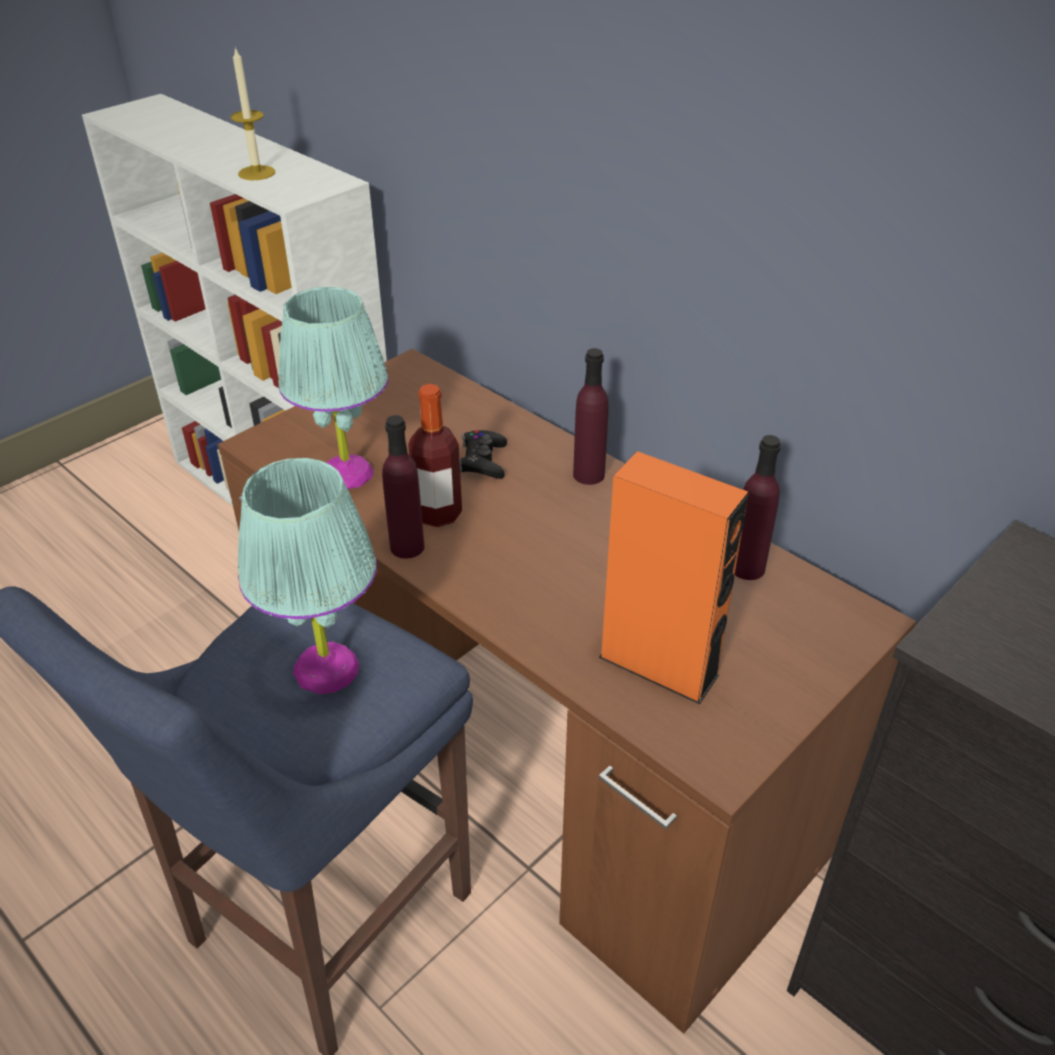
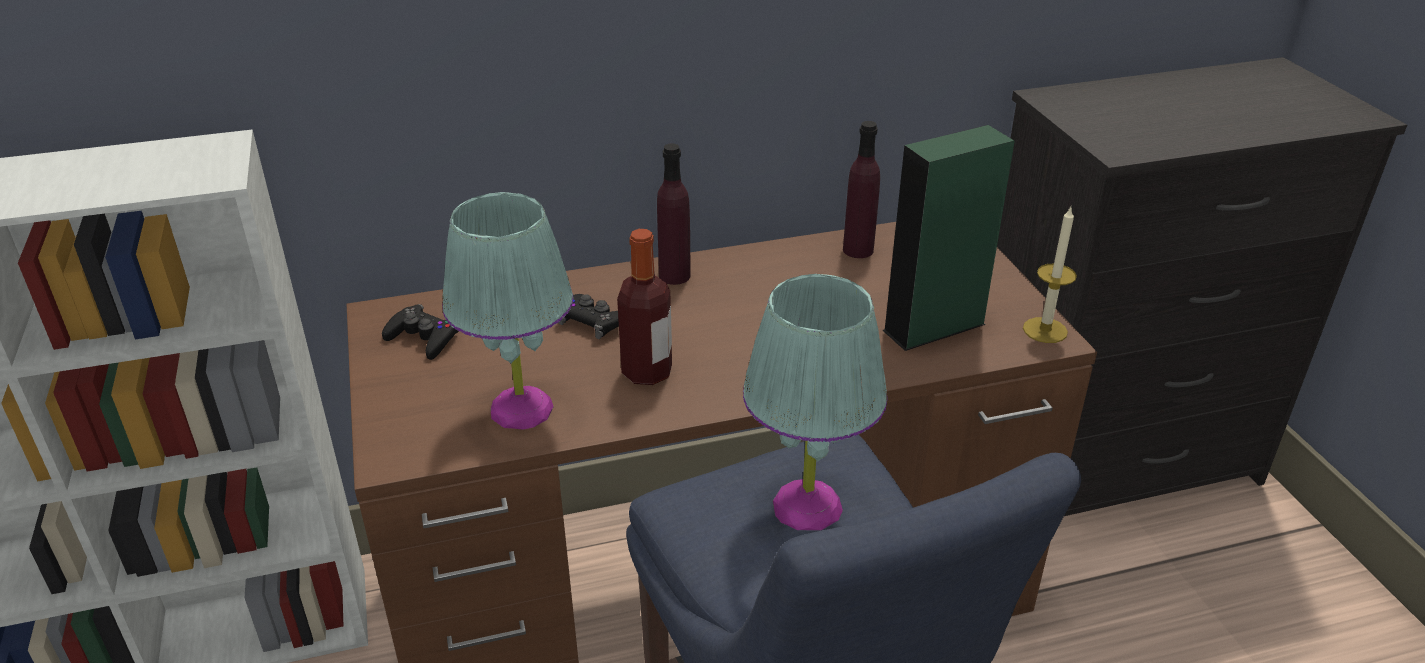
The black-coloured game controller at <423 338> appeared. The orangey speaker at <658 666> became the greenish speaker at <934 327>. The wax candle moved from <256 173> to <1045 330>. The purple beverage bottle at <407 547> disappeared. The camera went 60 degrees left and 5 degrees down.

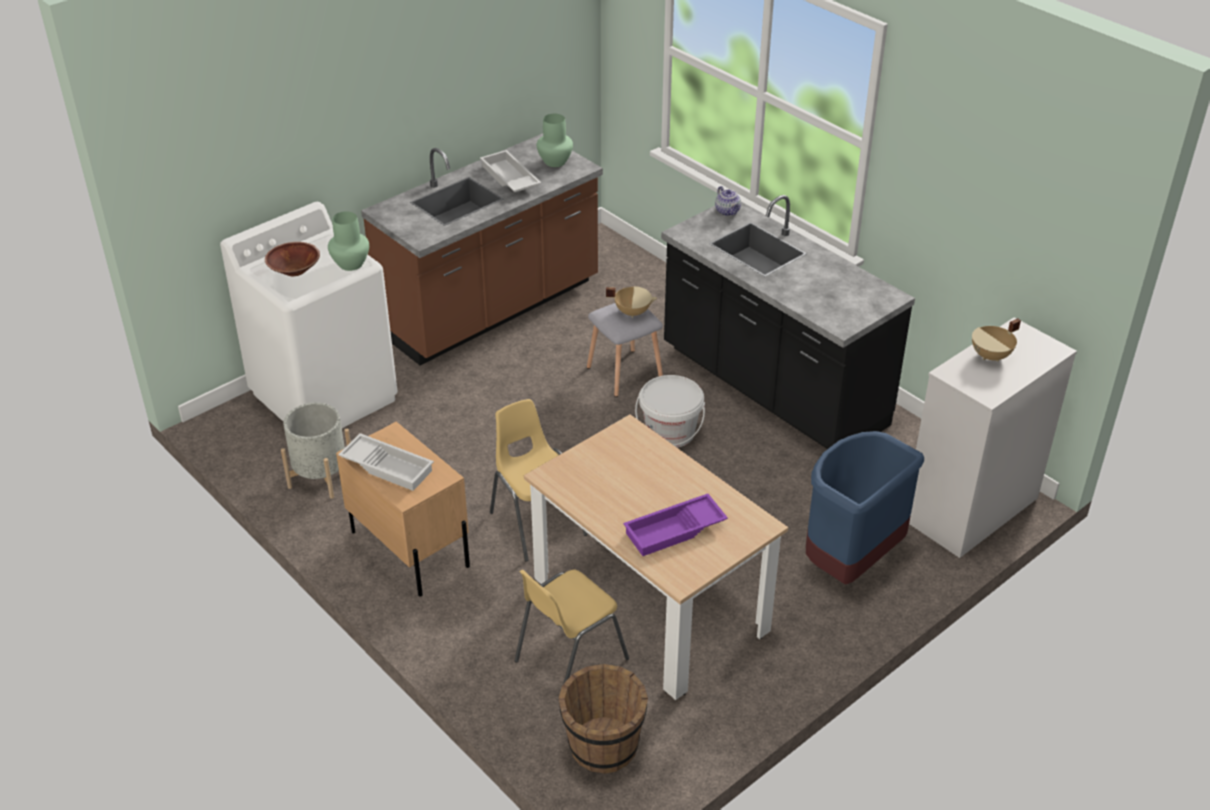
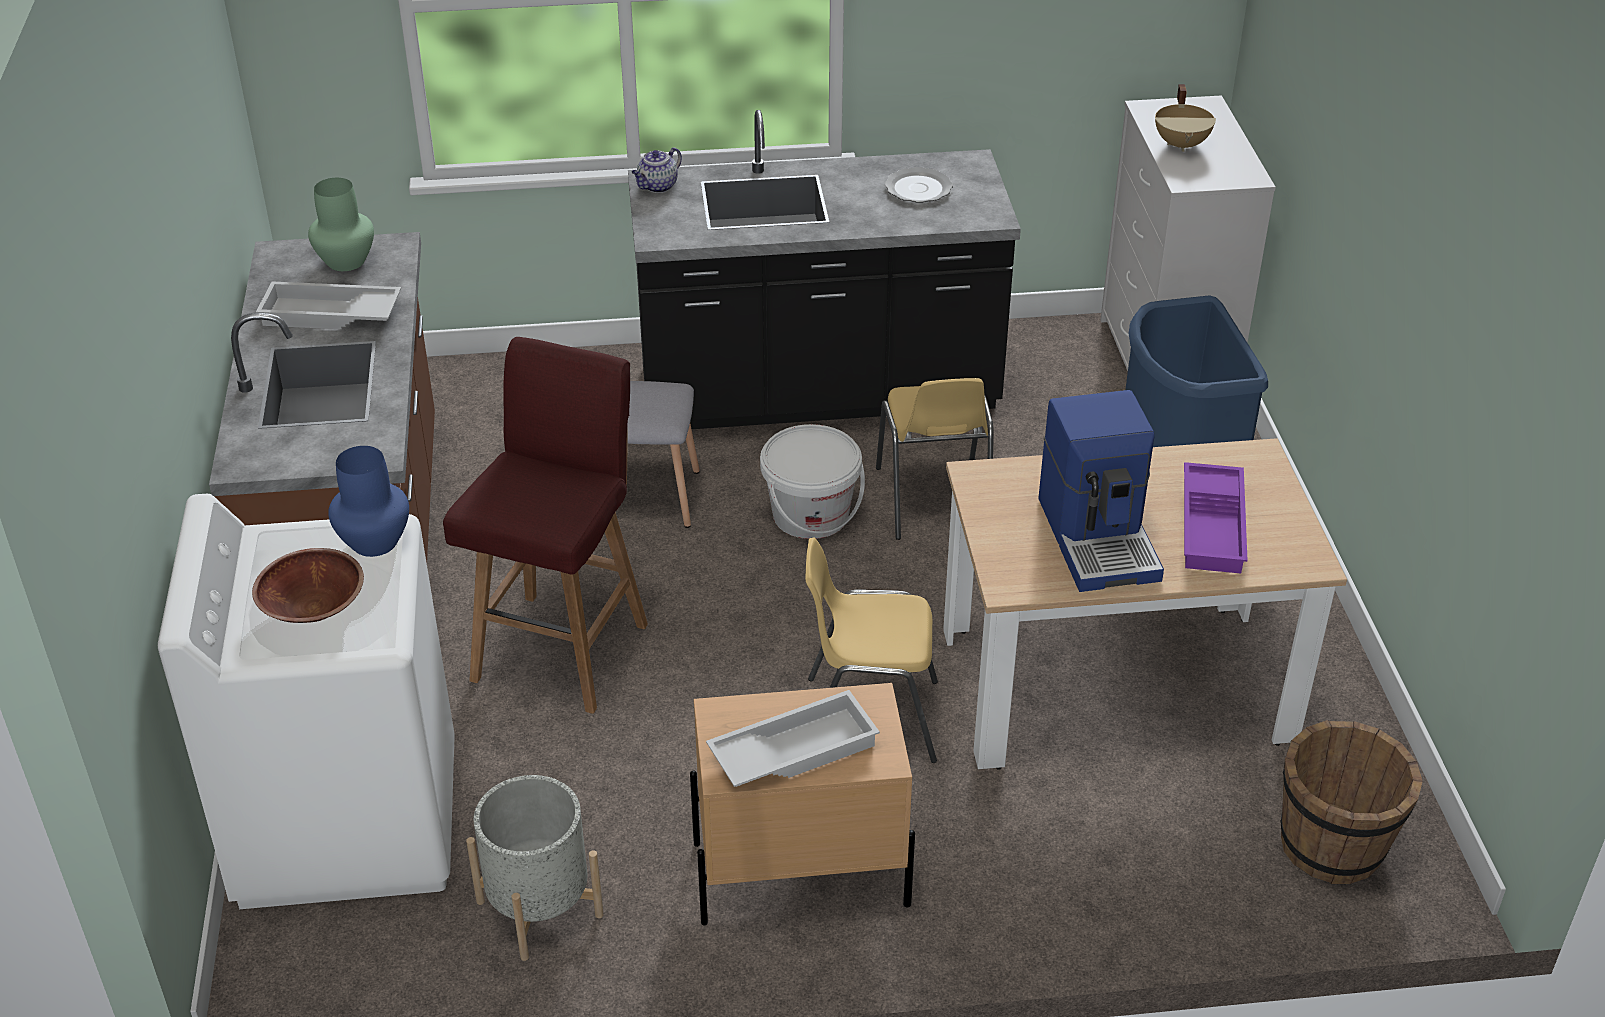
The greenish decorative vase at <350 263> became the bluish decorative vase at <373 542>. The reddish stool seat at <563 649> appeared. The tea pot at <728 212> turned 120 degrees clockwise. The yellow-coloured upright chair moved from <569 660> to <933 501>. The plate at <919 189> appeared. The coffee maker at <1100 537> appeared. The beige-coloured stockpot at <632 312> disappeared. The camera went 55 degrees left and 0 degrees up.

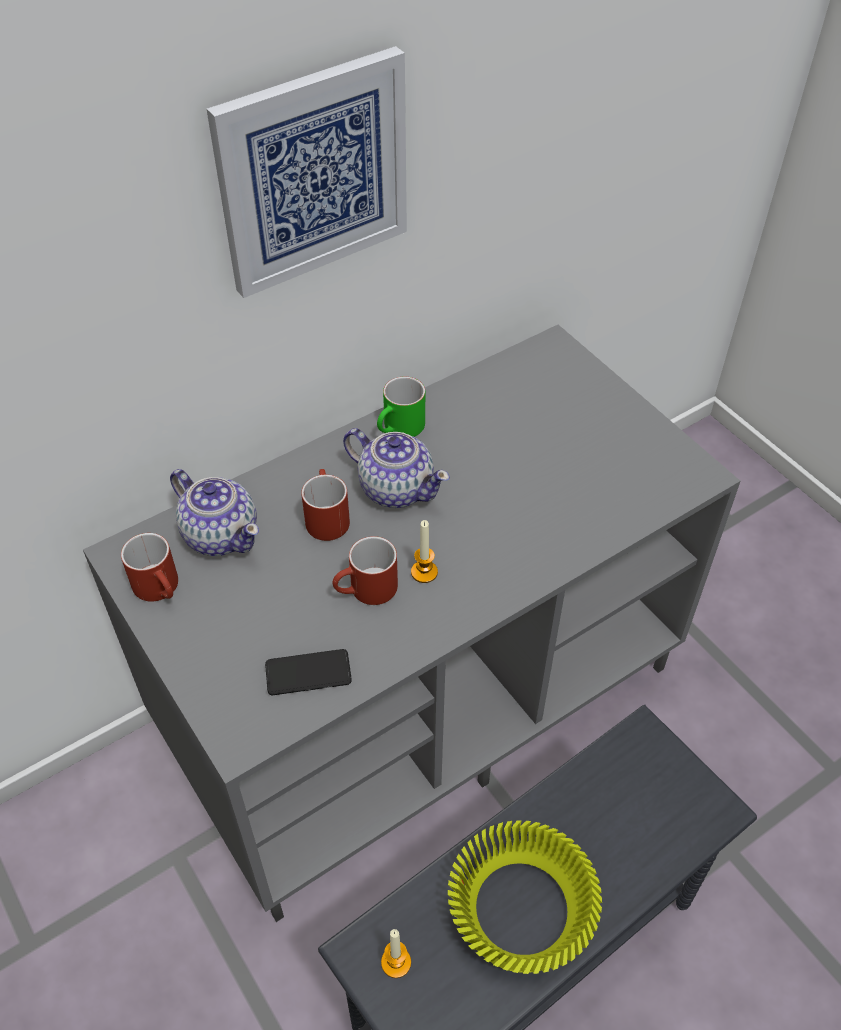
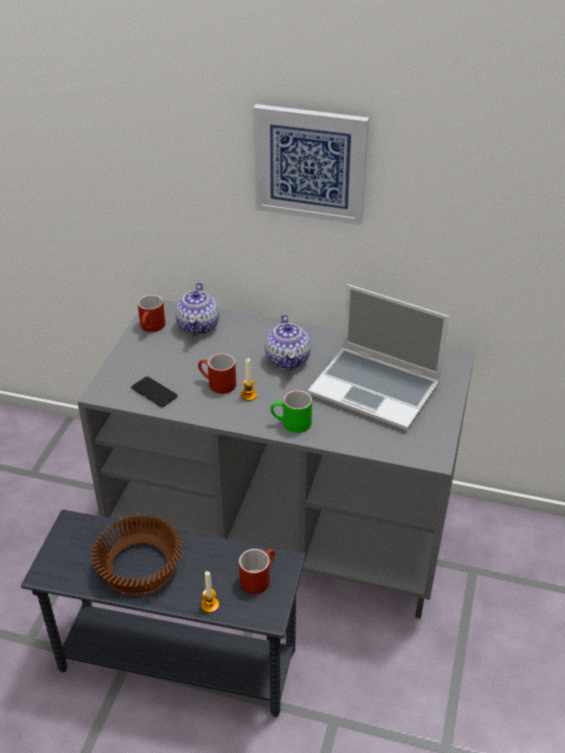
The yellow-coloured deep dish at <518 908> became the brownish deep dish at <140 566>. The wax candle moved from <396 962> to <210 605>. The reddish mug moved from <325 517> to <258 577>. The greenish mug moved from <400 429> to <291 424>. The portable computer at <376 389> appeared. The camera went 50 degrees right and 10 degrees down.

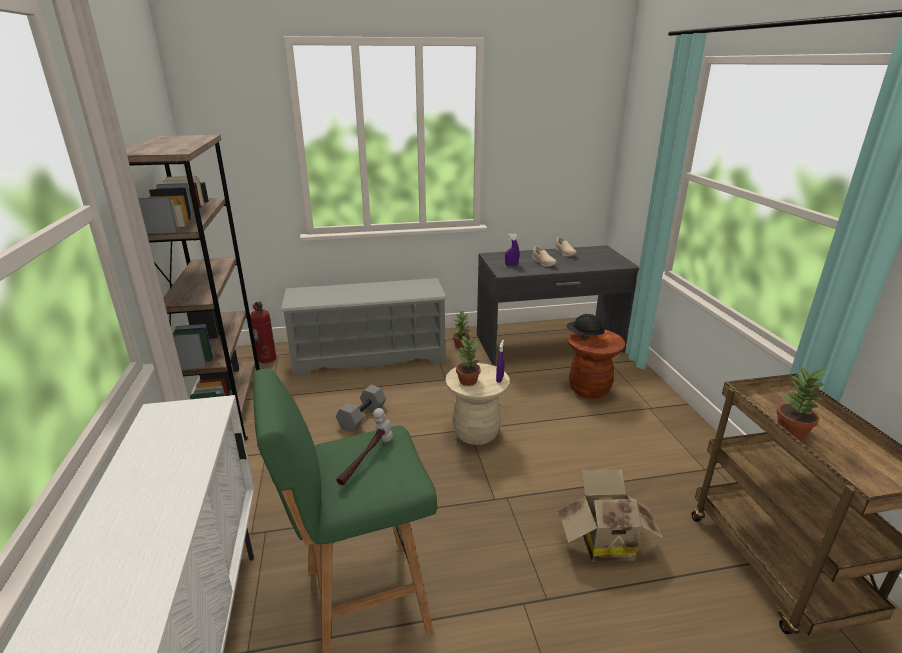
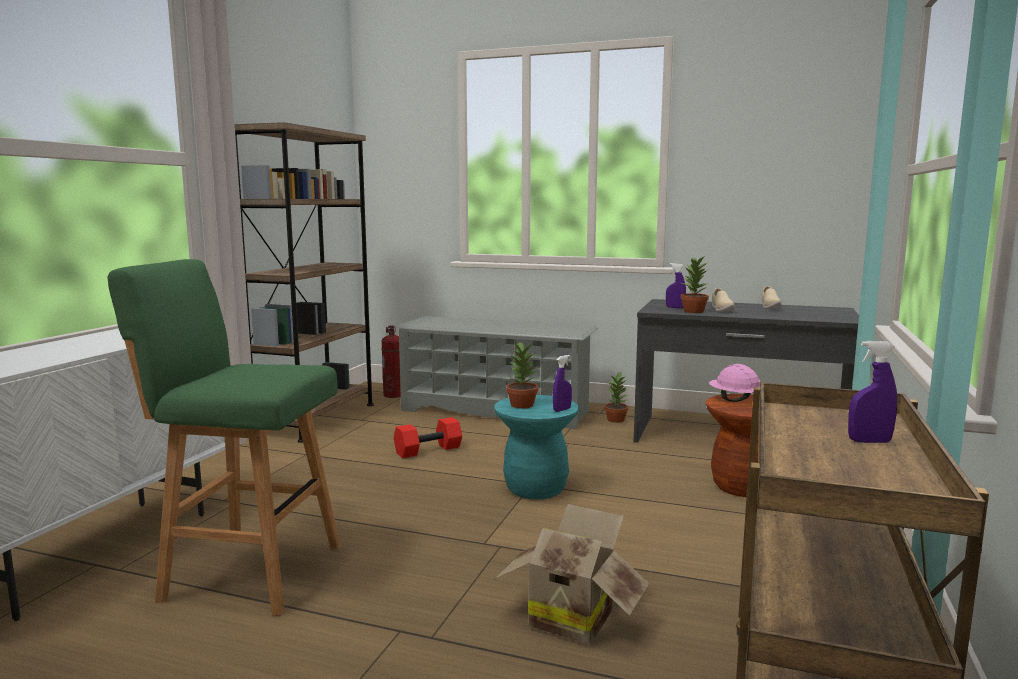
The gray free weight at <362 416> became the reddish free weight at <428 450>. The beige-coloured stool seat at <476 433> became the turquoise stool seat at <535 489>. The potted plant moved from <792 431> to <693 311>. The black-coloured hard hat at <584 337> became the pink hard hat at <734 400>. The purple spray bottle at <869 441> appeared. The hand hammer at <366 459> disappeared. The camera went 30 degrees right and 15 degrees down.

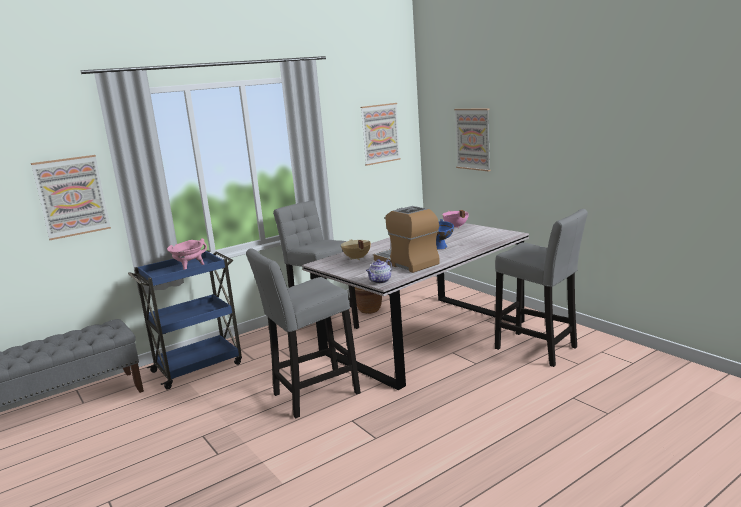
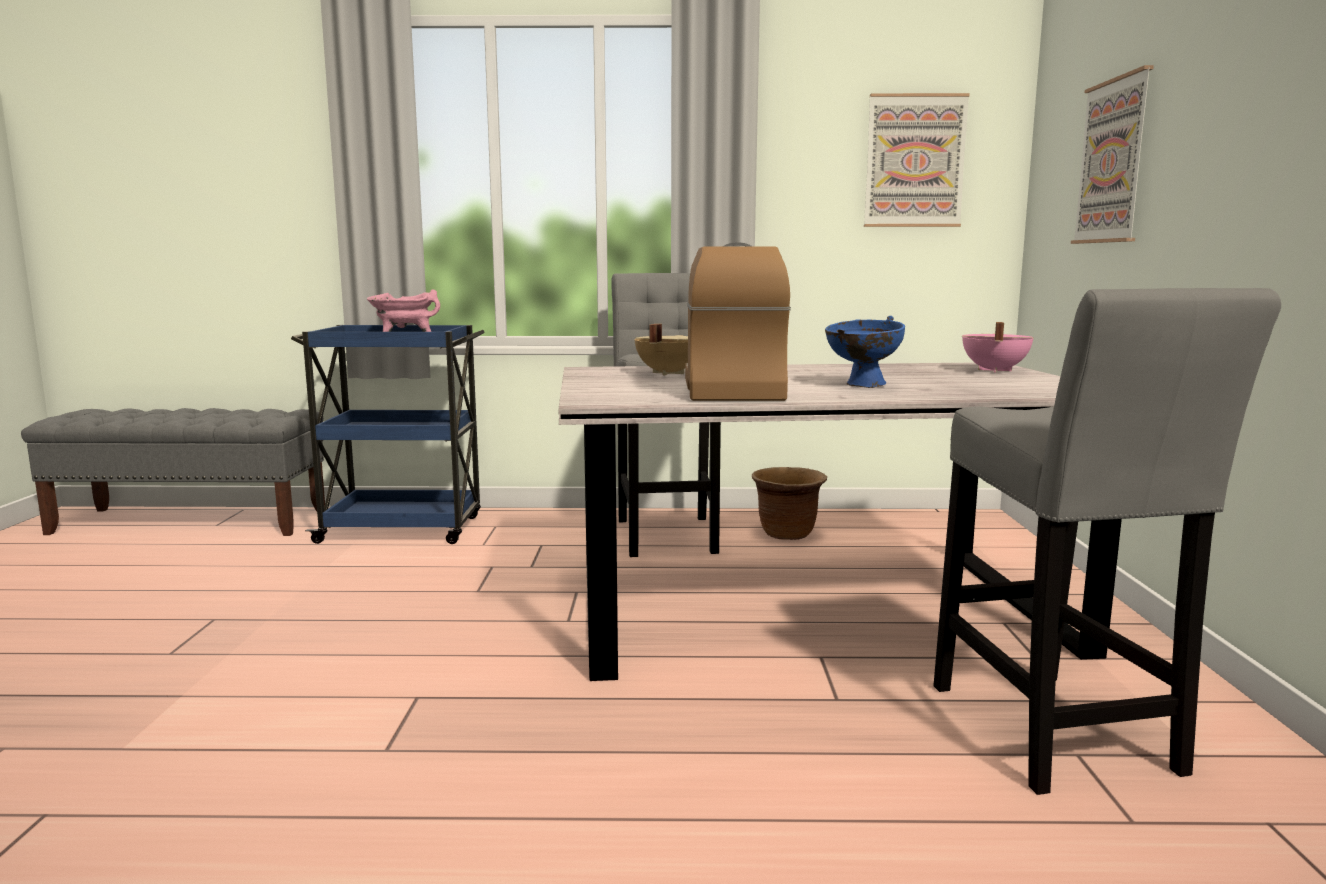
The wall picture at <72 196> disappeared. The gray stool seat at <312 395> disappeared. The tea pot at <380 281> disappeared. The camera went 35 degrees right and 5 degrees down.

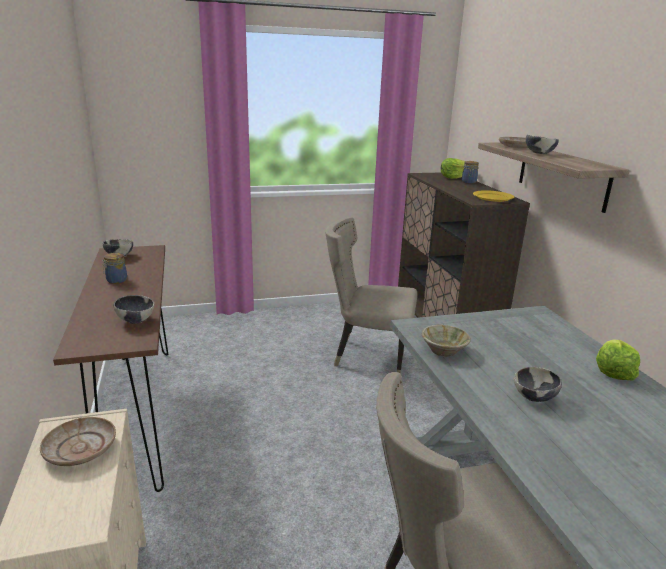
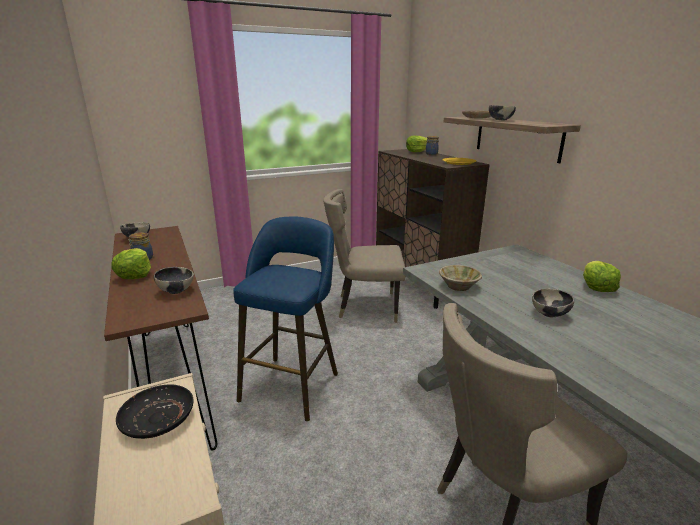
The lettuce at <135 275> appeared. The beige-coloured plate at <80 449> became the black-coloured plate at <158 419>. The bluish stool seat at <292 383> appeared. The camera went 10 degrees left and 0 degrees up.

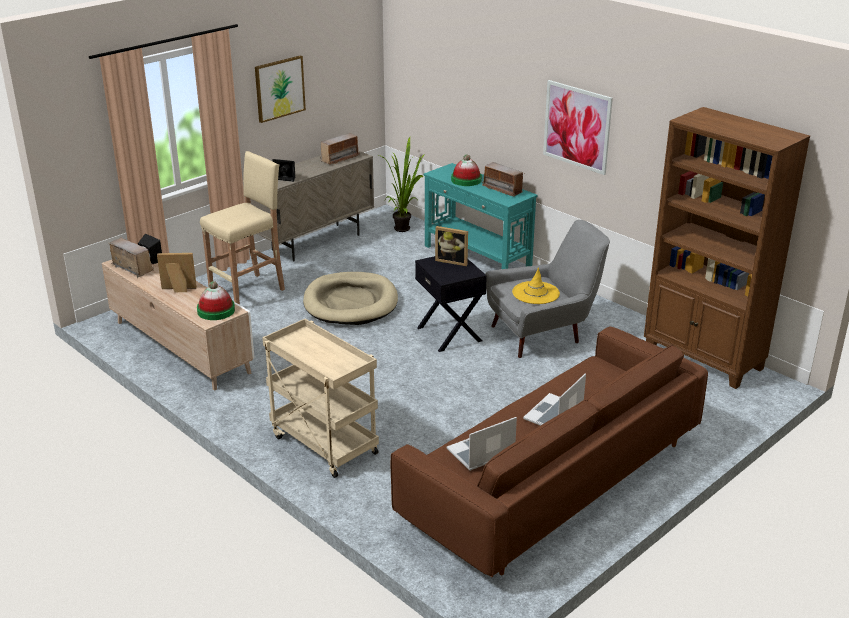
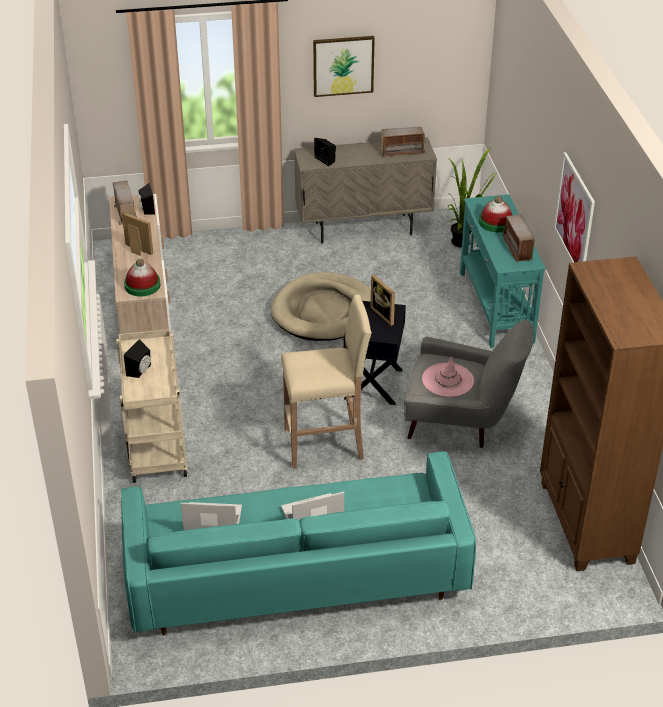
The brownish sofa at <552 480> became the turquoise sofa at <296 574>. The black-coloured speaker at <141 371> appeared. The beige-coloured stool seat moved from <249 291> to <325 444>. The yellow-coloured wearable hat at <535 293> became the pink wearable hat at <447 380>. The camera went 35 degrees right and 10 degrees up.

